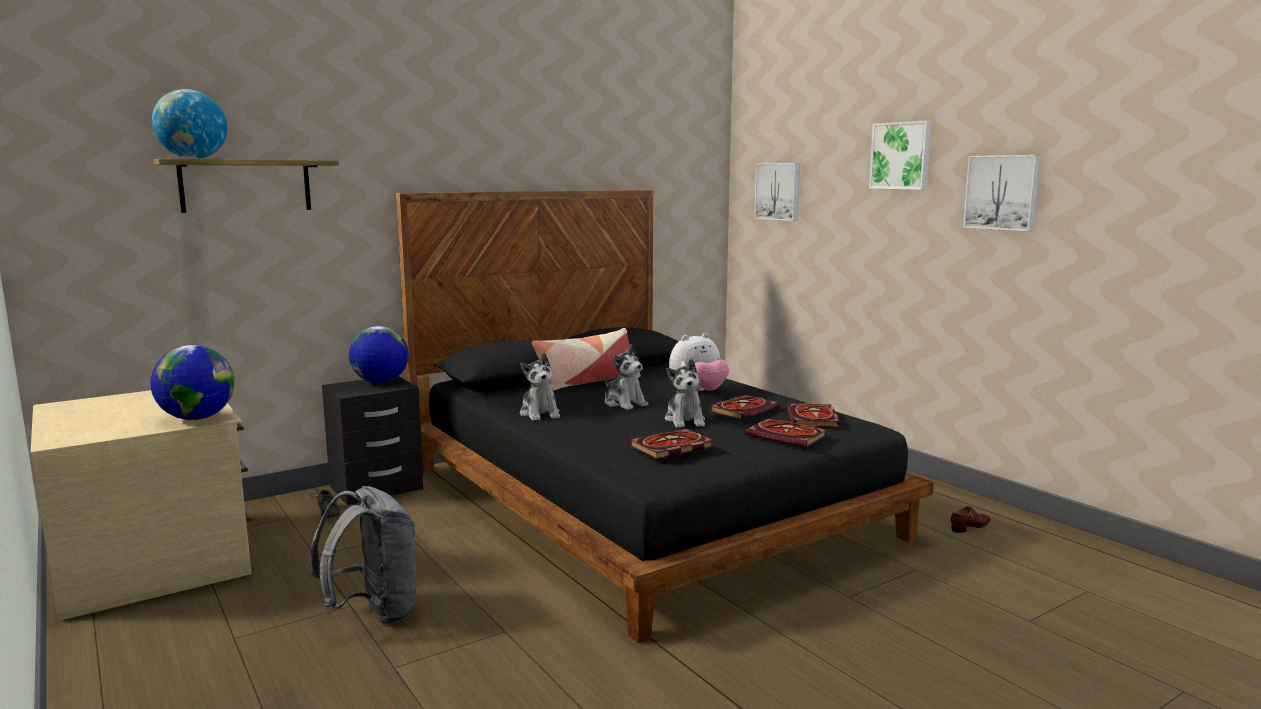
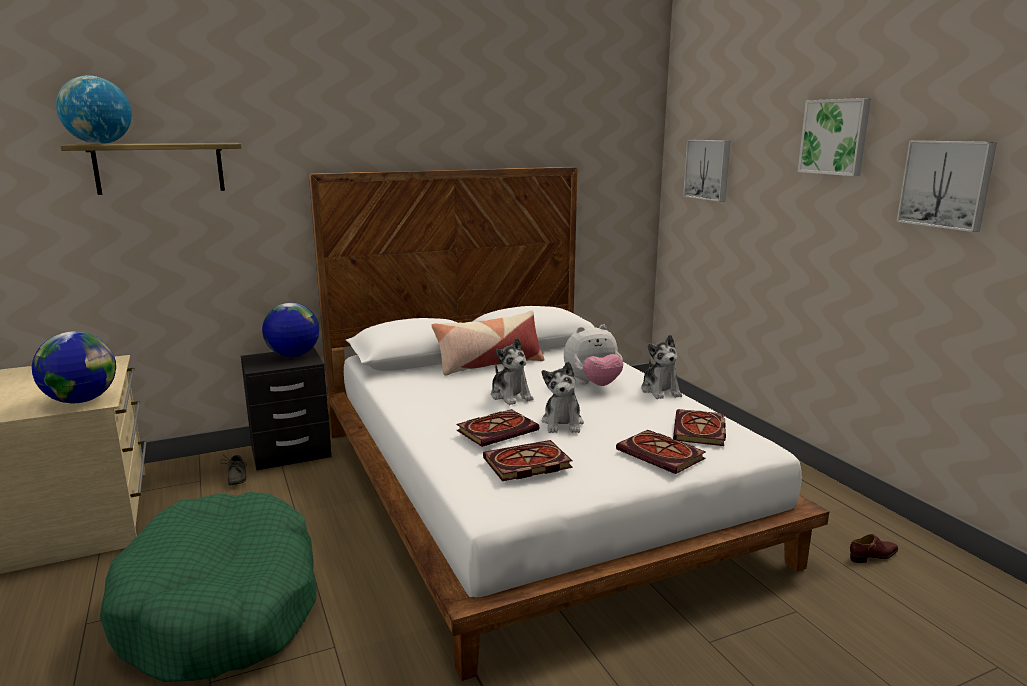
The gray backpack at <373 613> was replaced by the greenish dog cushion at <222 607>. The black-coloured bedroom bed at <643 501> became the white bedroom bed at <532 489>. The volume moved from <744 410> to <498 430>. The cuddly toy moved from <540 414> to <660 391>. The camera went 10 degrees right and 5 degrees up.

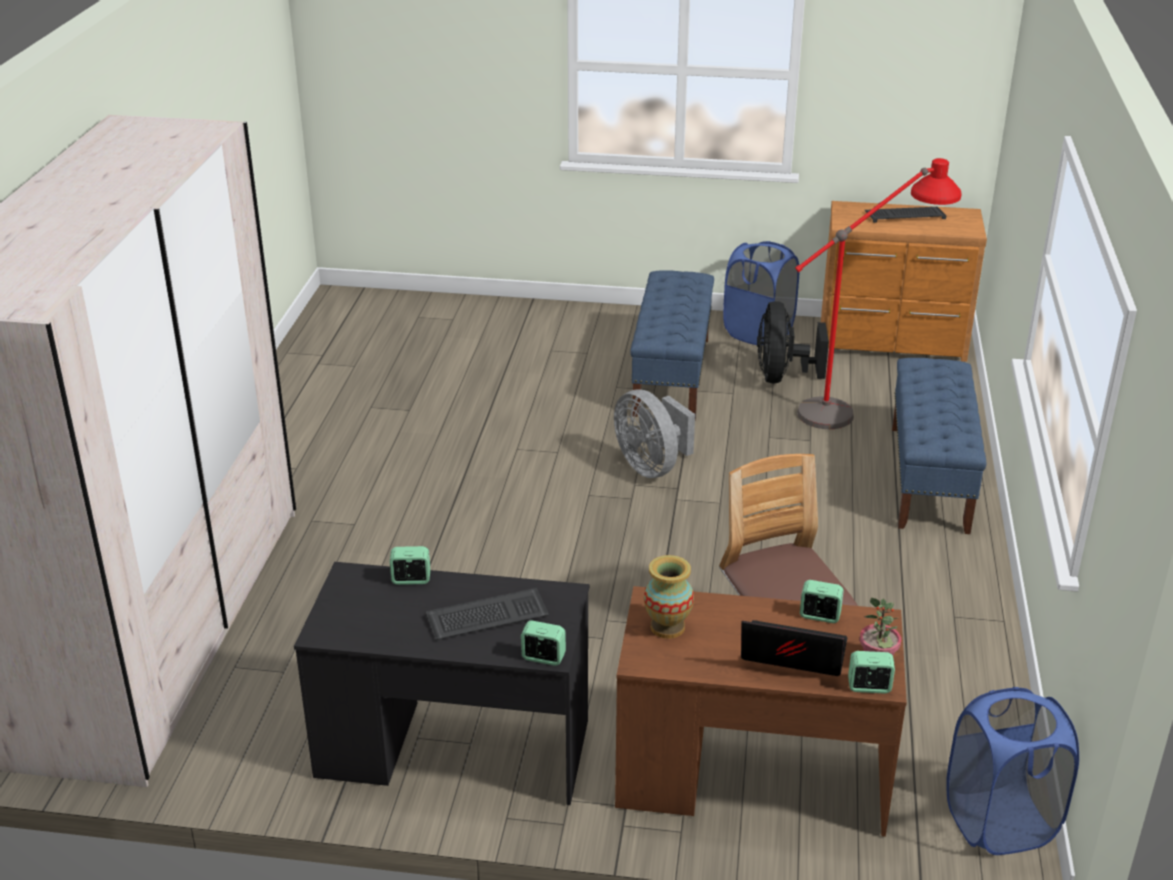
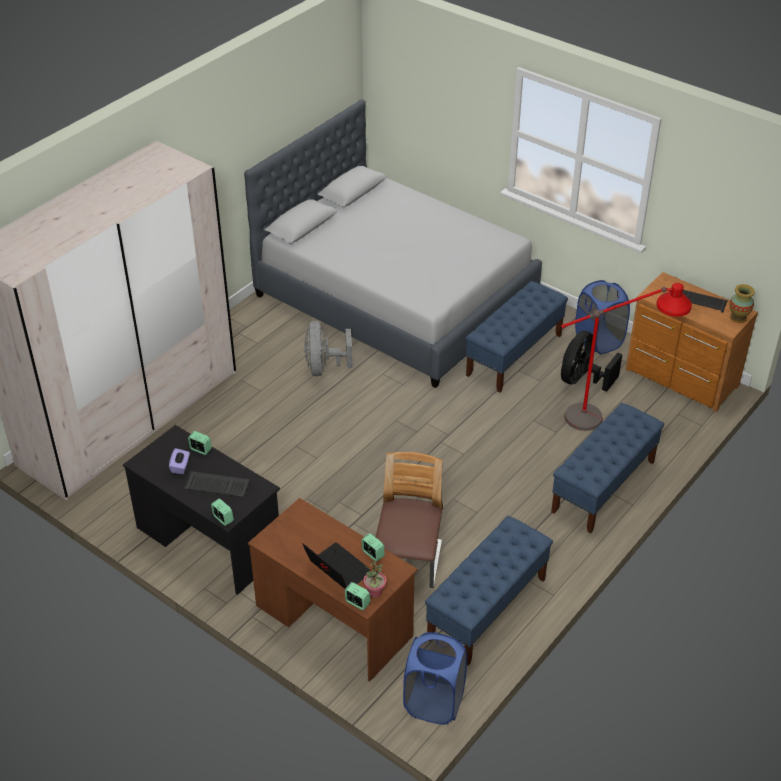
The purple box of tissues at <180 467> appeared. The gray bedroom bed at <395 297> appeared. The gray electric fan moved from <652 466> to <324 367>. The bluish long seat at <487 609> appeared. The decorative vase moved from <667 627> to <738 318>. The camera went 30 degrees right and 10 degrees up.

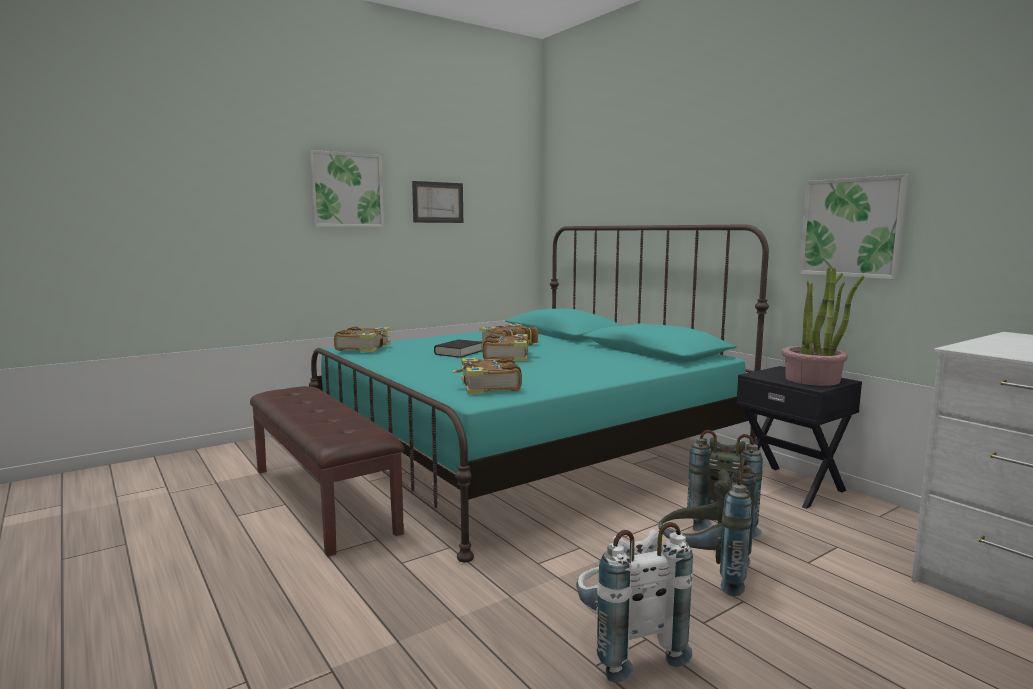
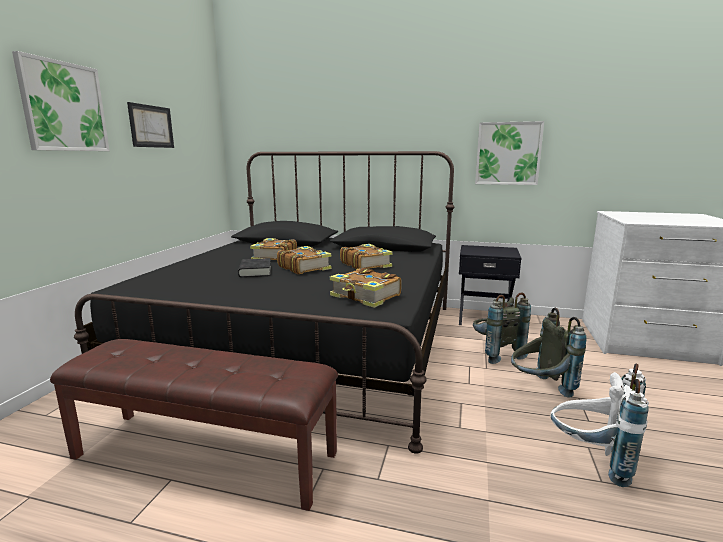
The turquoise bedroom bed at <524 450> became the black-coloured bedroom bed at <307 342>. The volume moved from <364 348> to <365 264>. The potted plant at <813 379> disappeared. The camera went 40 degrees left and 5 degrees up.

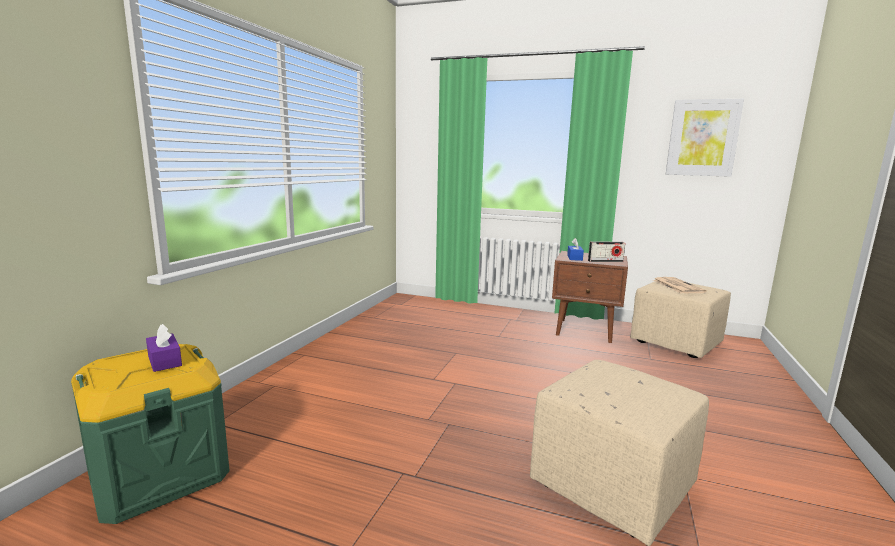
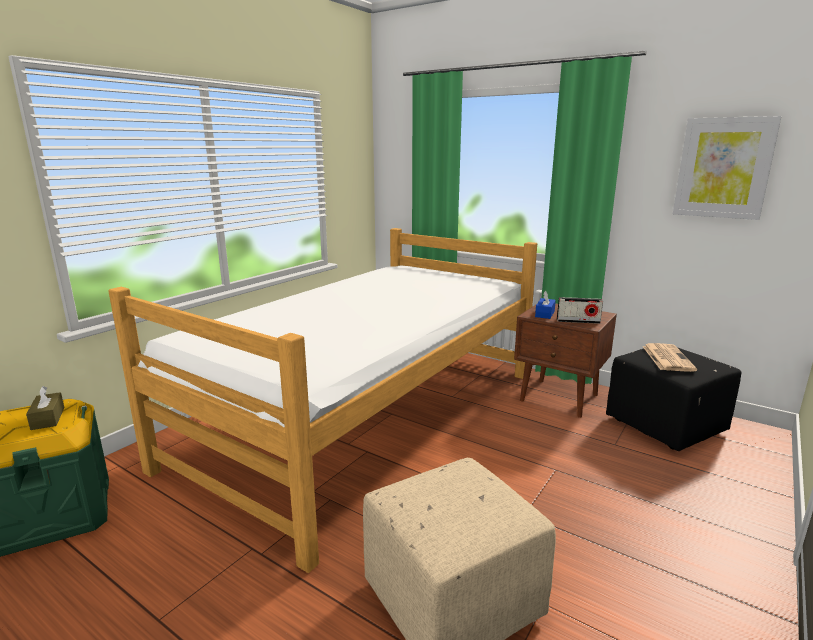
The purple box of tissues at <164 361> became the brownish box of tissues at <48 418>. The bedroom bed at <369 416> appeared. The beige-coloured footrest at <677 343> became the black-coloured footrest at <666 426>. The camera went 15 degrees right and 5 degrees up.

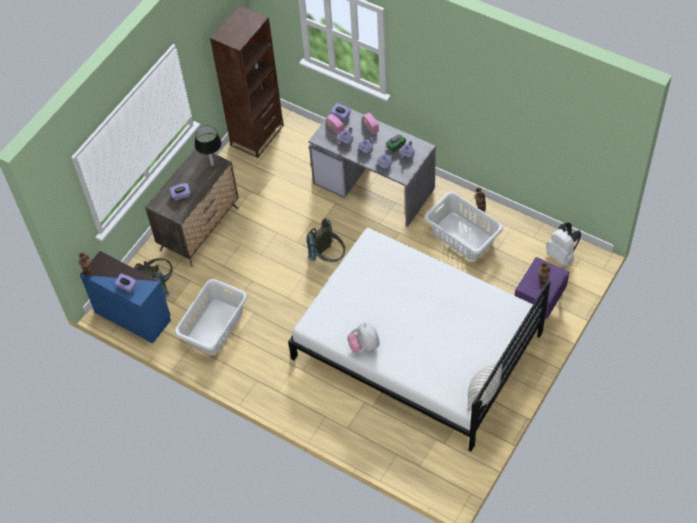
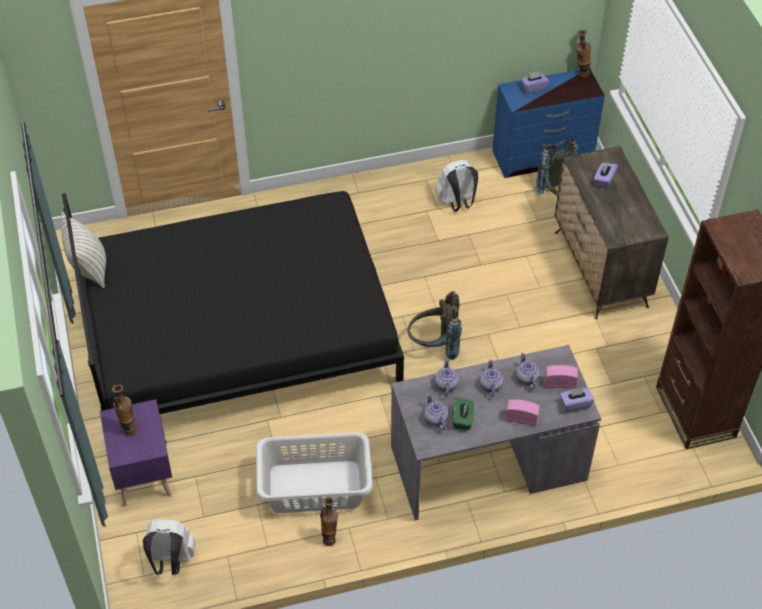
The white bedroom bed at <417 346> became the black-coloured bedroom bed at <238 332>. The white hamper at <215 327> was replaced by the white backpack at <457 203>. The black-coloured lamp for a table at <212 164> disappeared. The cuddly toy at <364 346> disappeared. The camera went 130 degrees right and 5 degrees down.

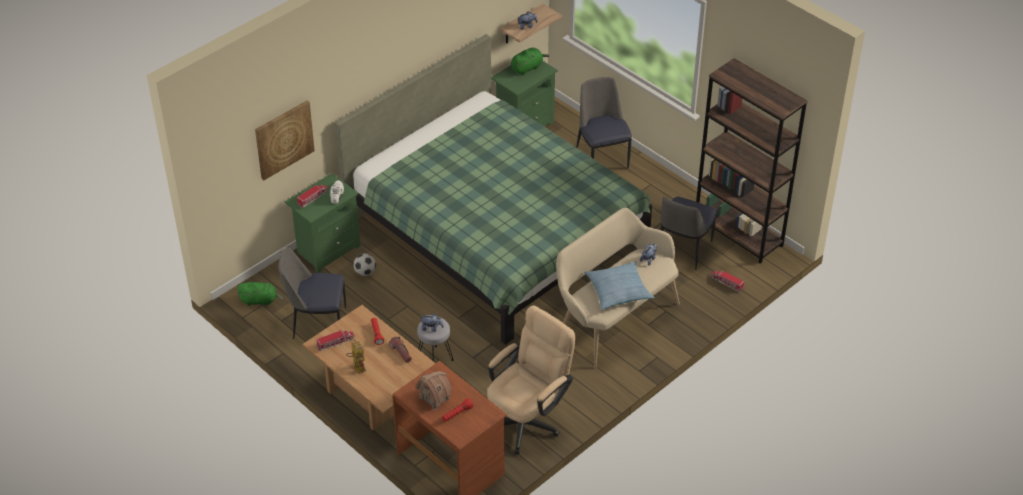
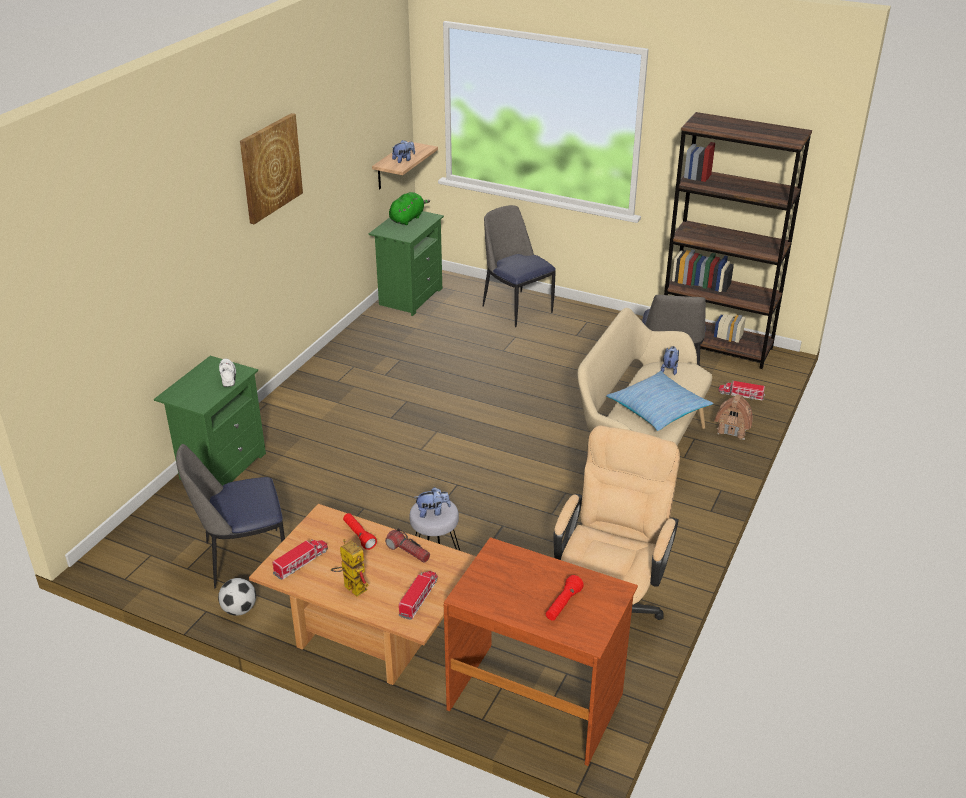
The football ball moved from <365 272> to <239 610>. The wall picture moved from <284 139> to <270 167>. The toy truck moved from <313 198> to <419 598>. The toy house moved from <434 397> to <733 429>. The greenish cuddly toy at <260 300> disappeared. The greenish bedroom bed at <496 232> disappeared. The camera went 20 degrees left and 10 degrees down.

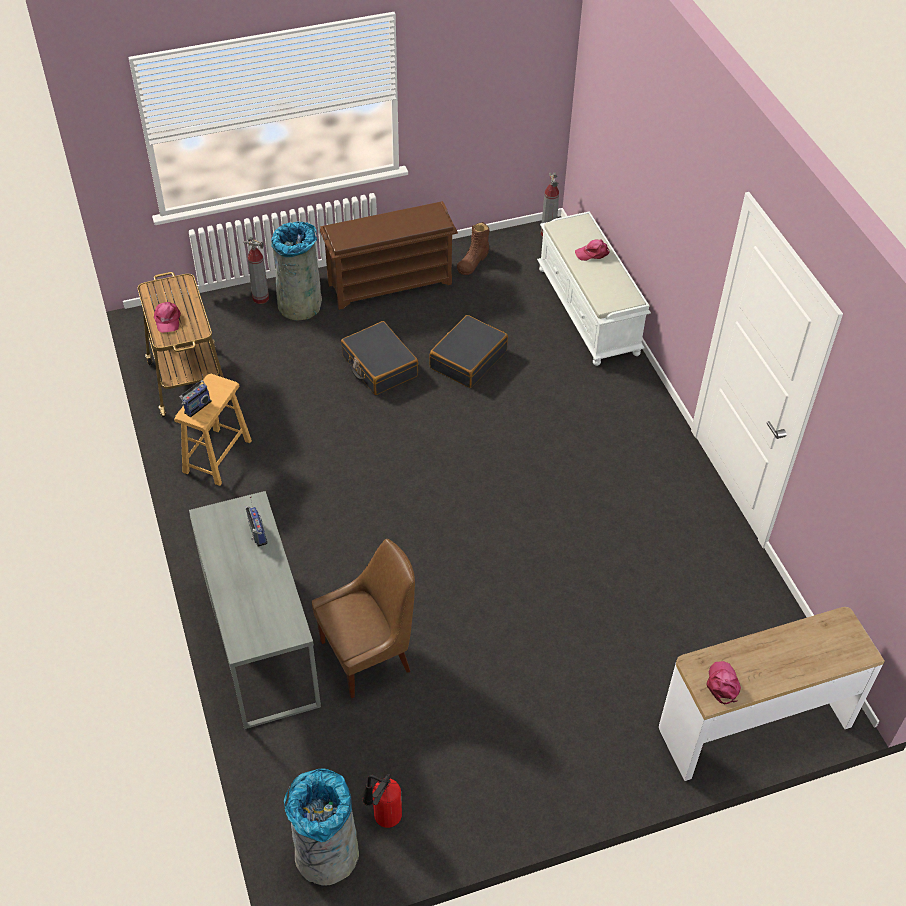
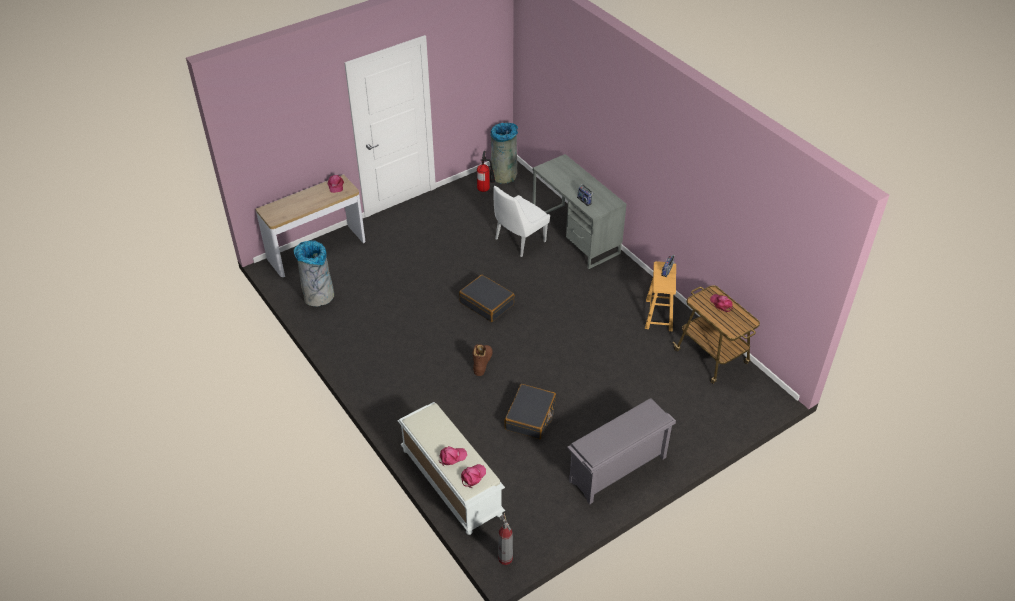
The gray trash can moved from <300 303> to <318 296>. The black-coloured piece of luggage moved from <379 366> to <487 303>. The pink peaked cap at <473 476> appeared. The brownish boot moved from <473 261> to <482 362>. The brownish upright chair at <369 655> became the white upright chair at <518 241>. The brownish shoe stand at <391 283> became the gray shoe stand at <617 470>. The fire extinguisher at <260 298> disappeared. The camera went 165 degrees right and 5 degrees down.

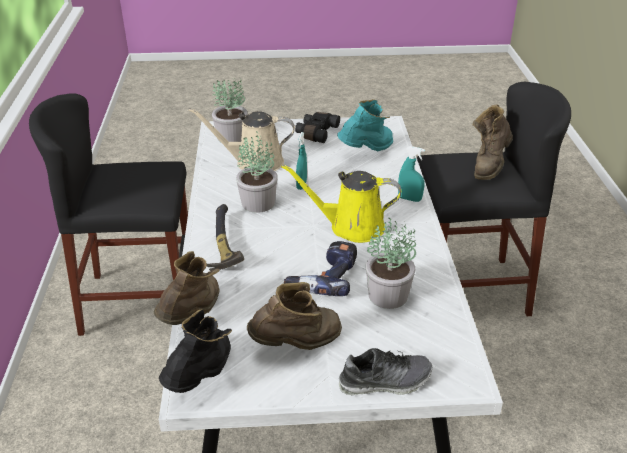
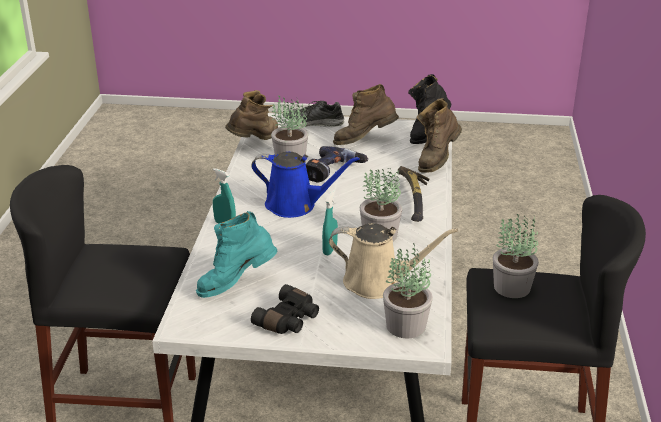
The brownish boot moved from <489 166> to <255 141>. The yellow-coloured sprinkling can at <351 227> became the bluish sprinkling can at <295 205>. The potted plant at <512 286> appeared. The camera went 170 degrees left and 5 degrees down.

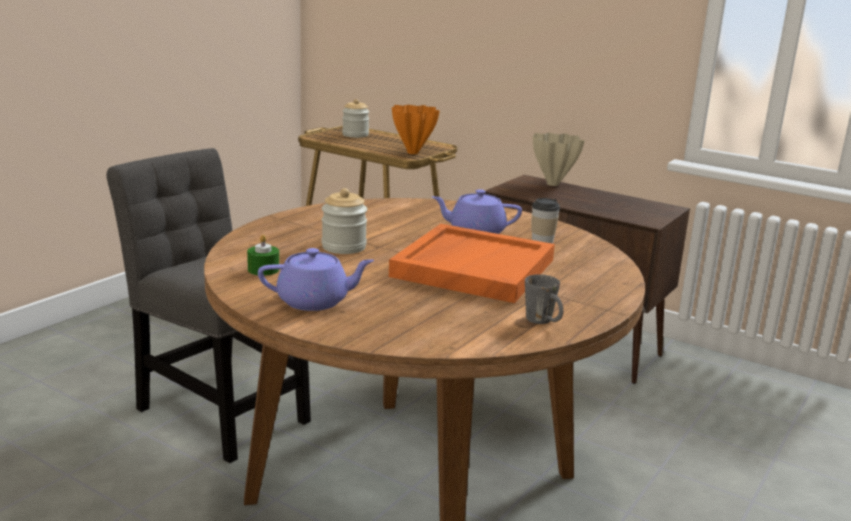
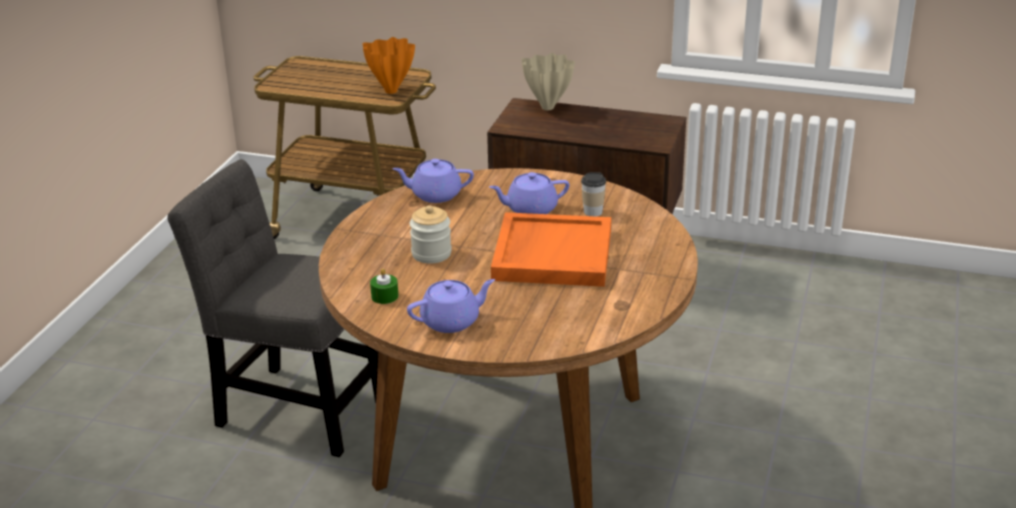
The purple tea pot at <435 195> appeared. The preserve jar at <355 135> disappeared. The gray mug at <544 322> disappeared. The camera went 15 degrees left and 10 degrees up.

